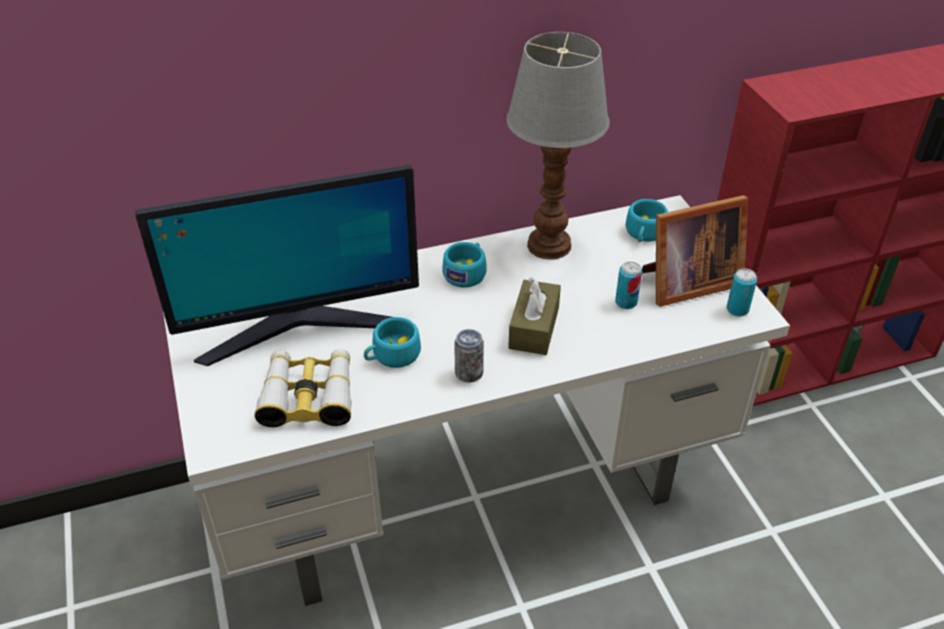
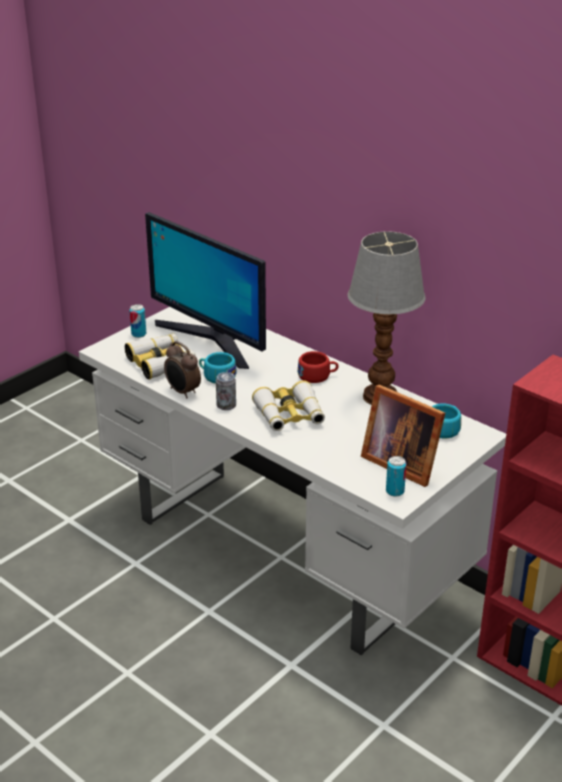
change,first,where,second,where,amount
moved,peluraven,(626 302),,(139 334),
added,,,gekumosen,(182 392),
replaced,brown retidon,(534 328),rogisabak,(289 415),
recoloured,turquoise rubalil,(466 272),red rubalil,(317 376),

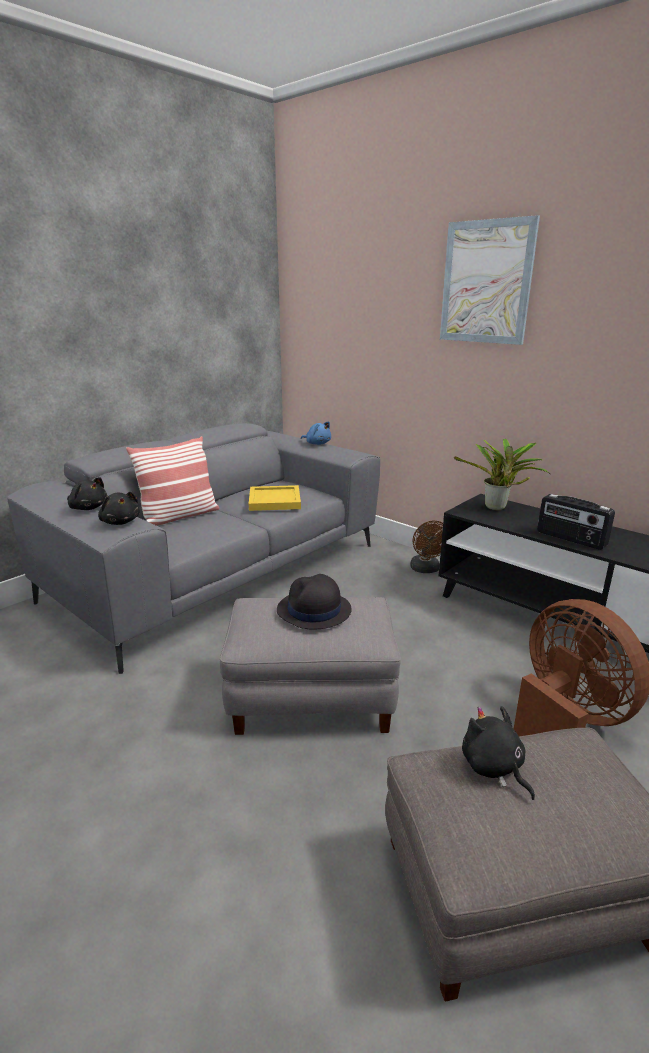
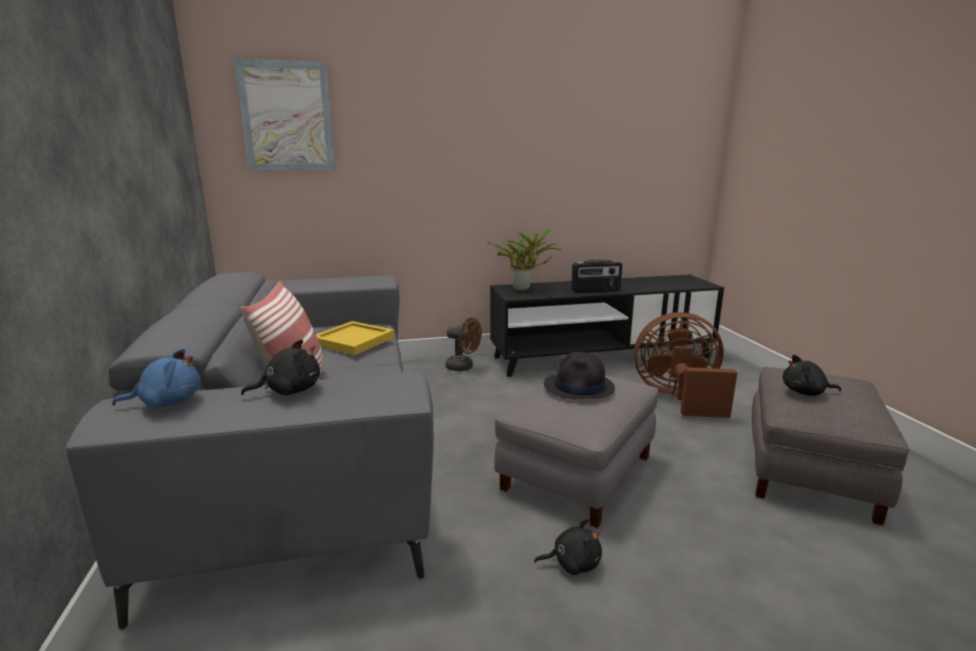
change,first,where,second,where,amount
moved,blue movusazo,(317 443),,(167 402),
moved,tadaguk,(486 282),,(287 117),
moved,black movusazo,(120 522),,(572 563),

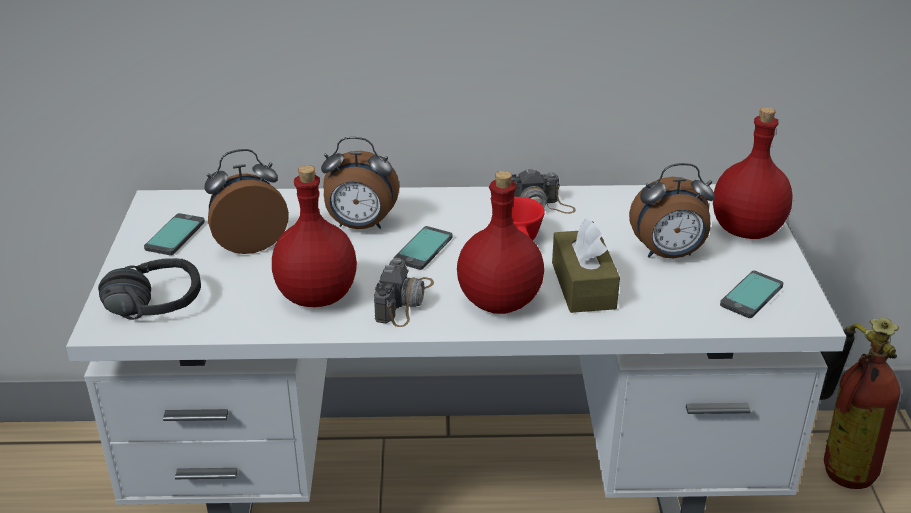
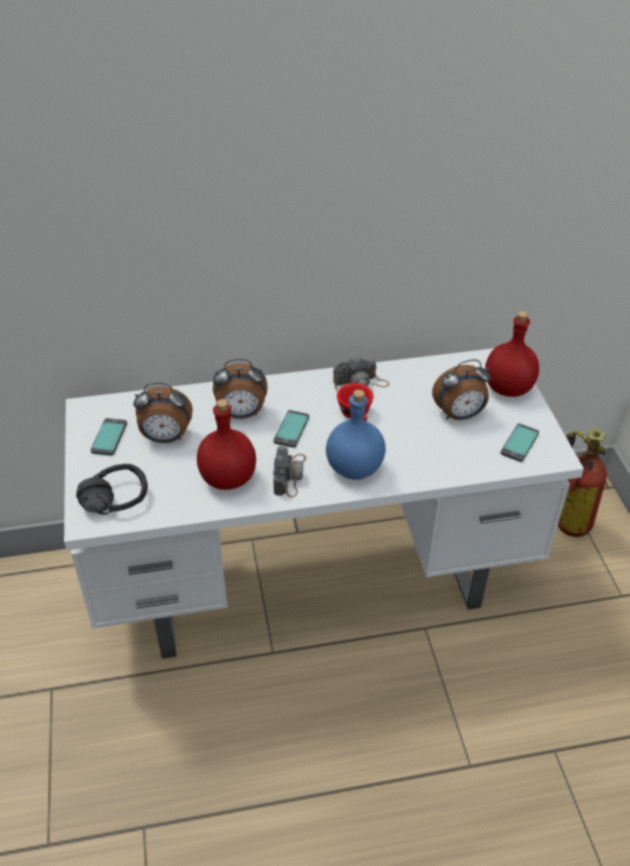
change,first,where,second,where,amount
turned,gekumosen,(249 243),,(166 438),150 degrees counterclockwise
recoloured,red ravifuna,(500 303),blue ravifuna,(355 469),
removed,brown retidon,(583 285),,,

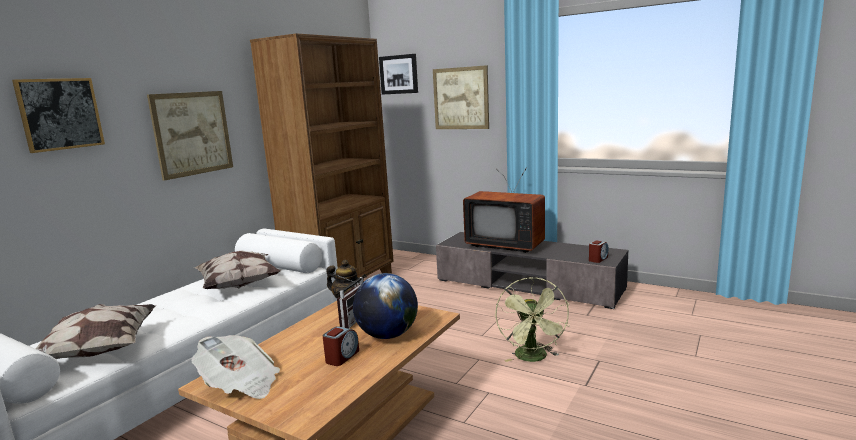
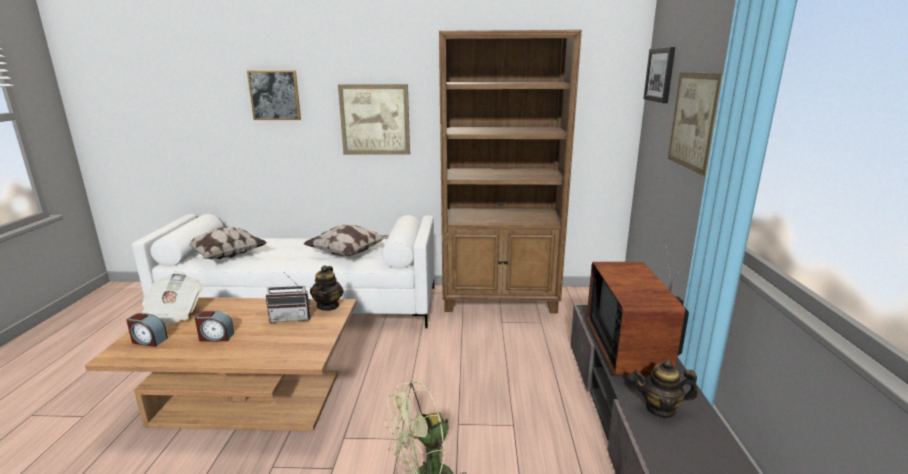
change,first,where,second,where,amount
moved,gekumosen,(598 259),,(149 340),
added,,,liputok,(660 409),
removed,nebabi,(387 335),,,

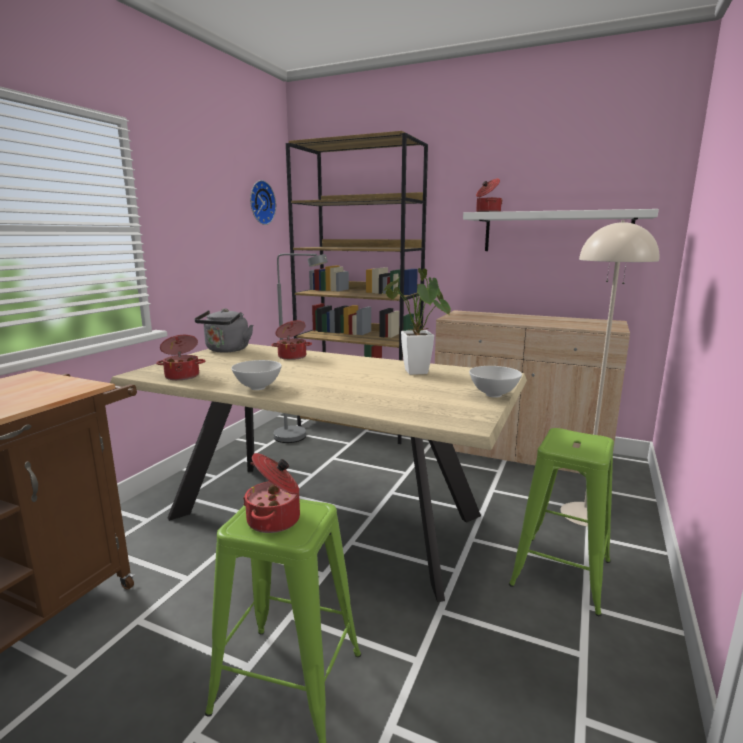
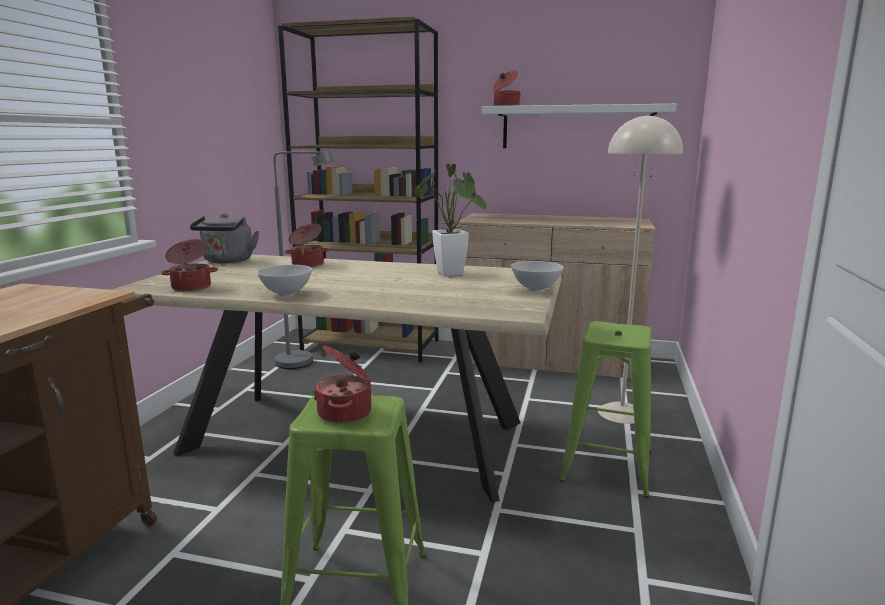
change,first,where,second,where,amount
removed,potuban,(260 202),,,

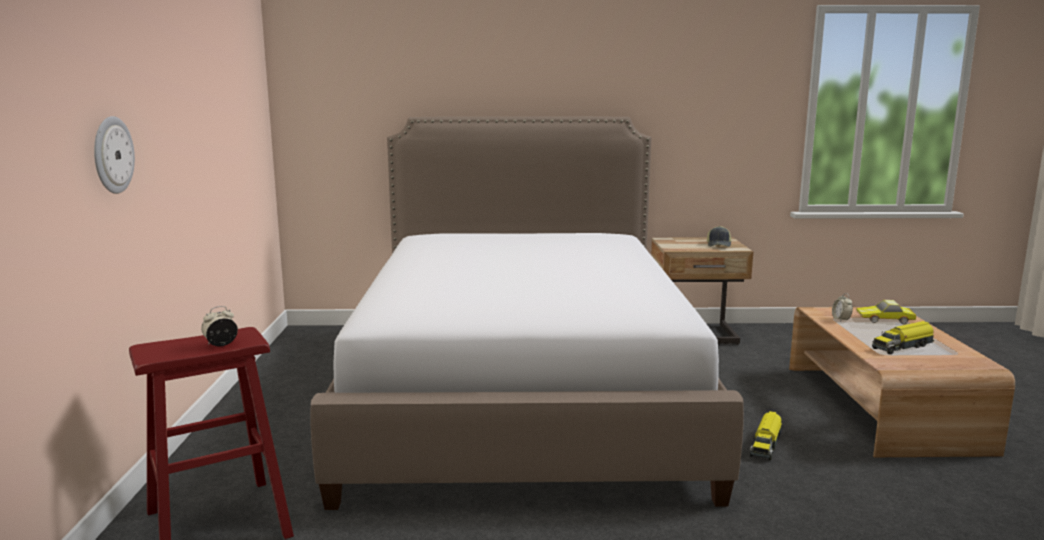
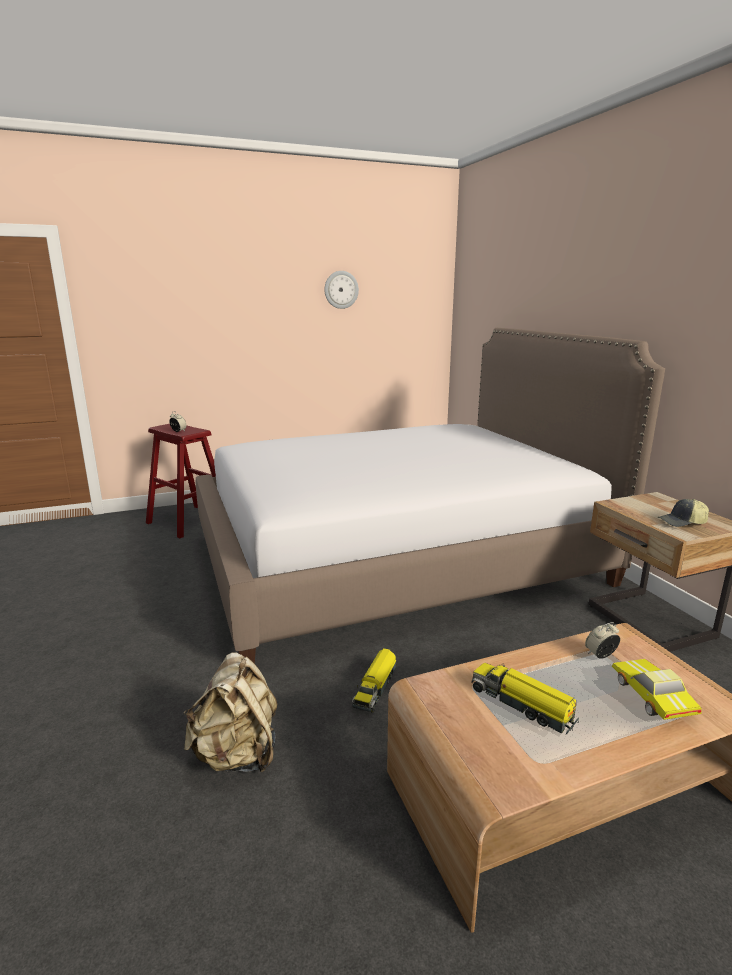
change,first,where,second,where,amount
added,,,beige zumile,(237 755),
moved,potuban,(112 155),,(341 289),
turned,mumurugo,(766 444),,(375 687),75 degrees counterclockwise

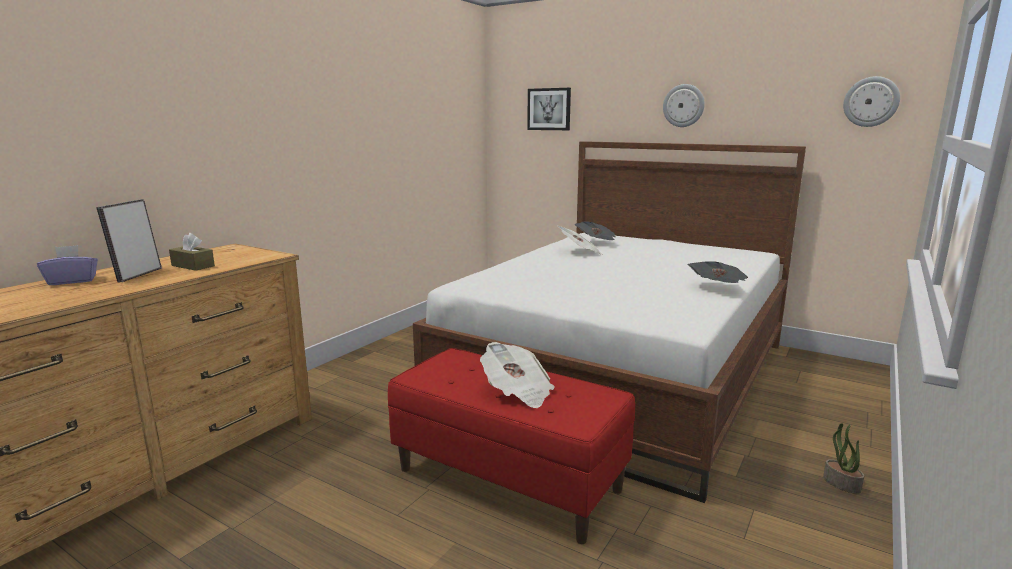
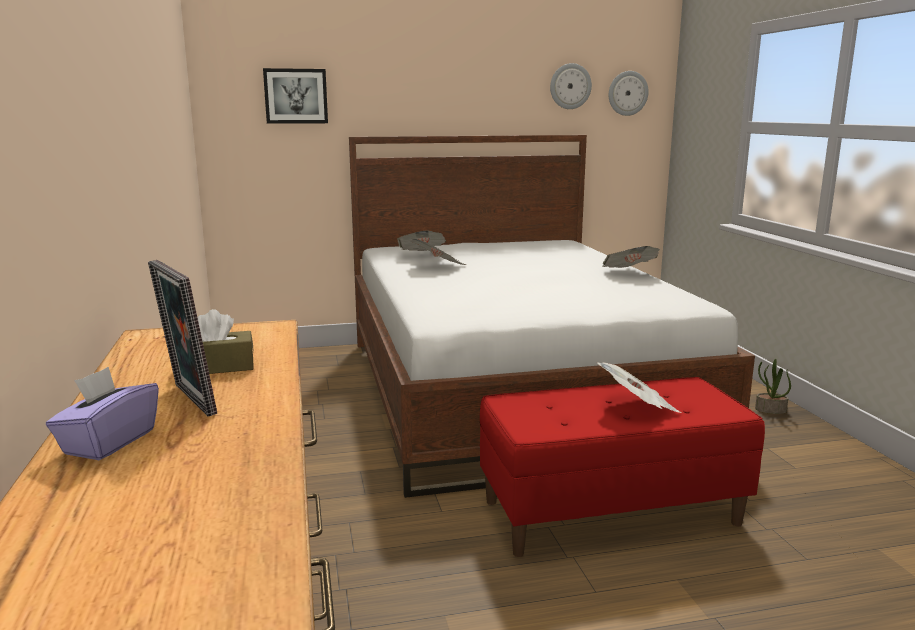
change,first,where,second,where,amount
moved,potuban,(683 105),,(570 86),

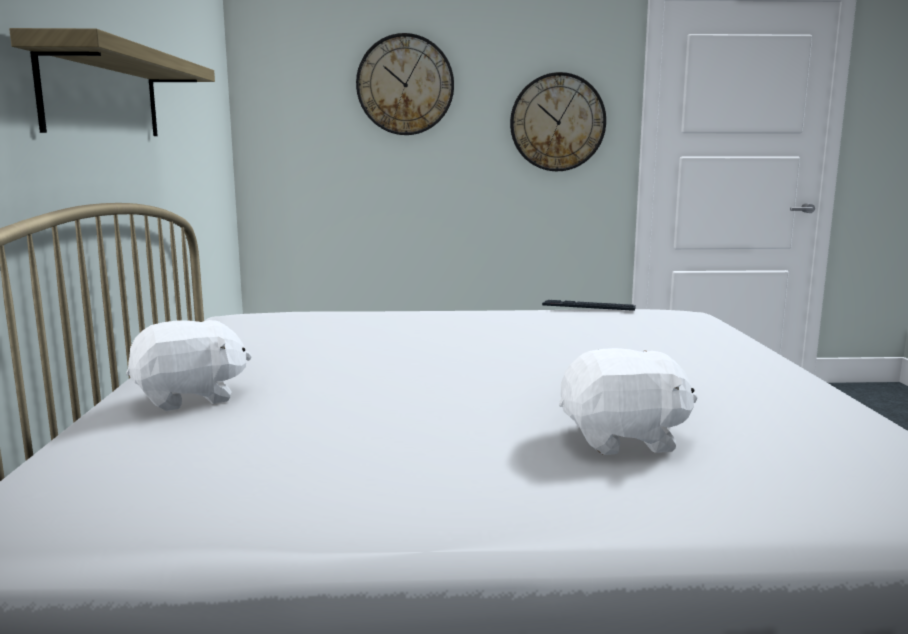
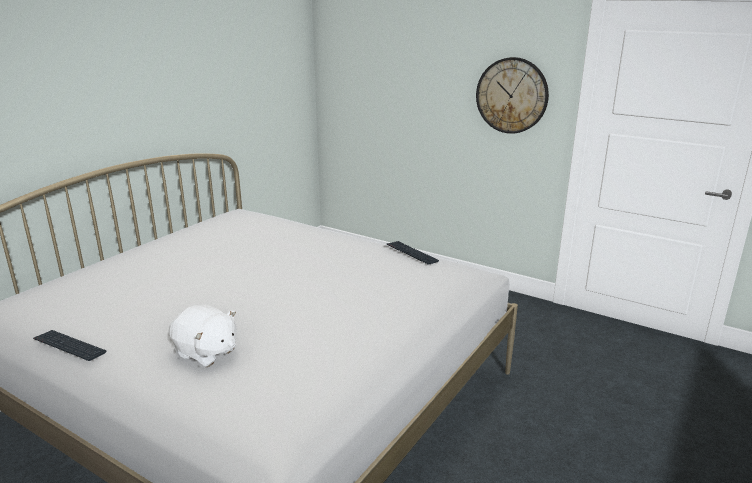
change,first,where,second,where,amount
added,,,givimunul,(69 346),
removed,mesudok,(103 94),,,
removed,white movusazo,(190 398),,,
removed,potuban,(405 85),,,

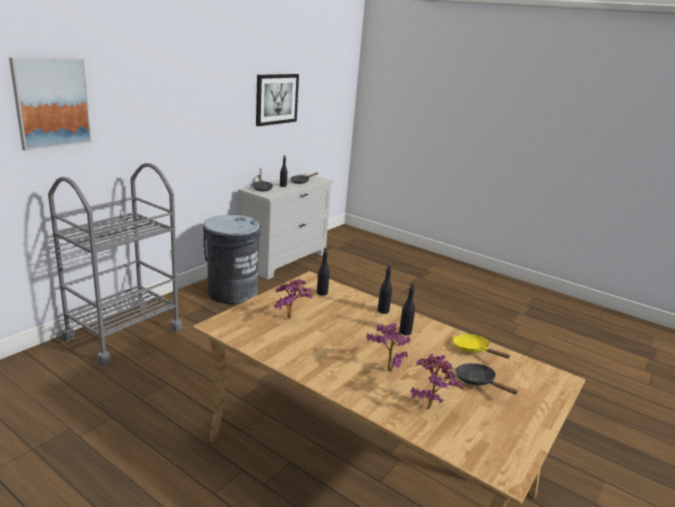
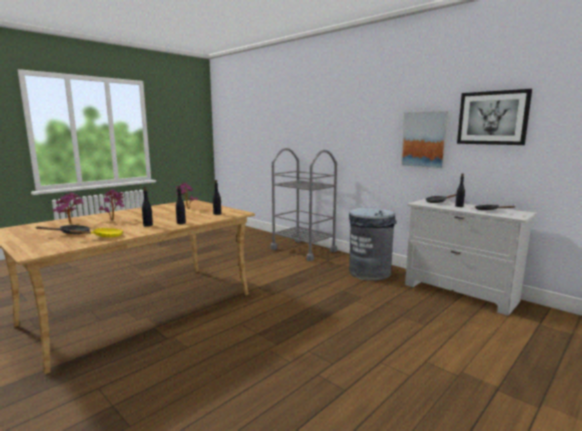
change,first,where,second,where,amount
moved,tadaguk,(52 103),,(424 140),

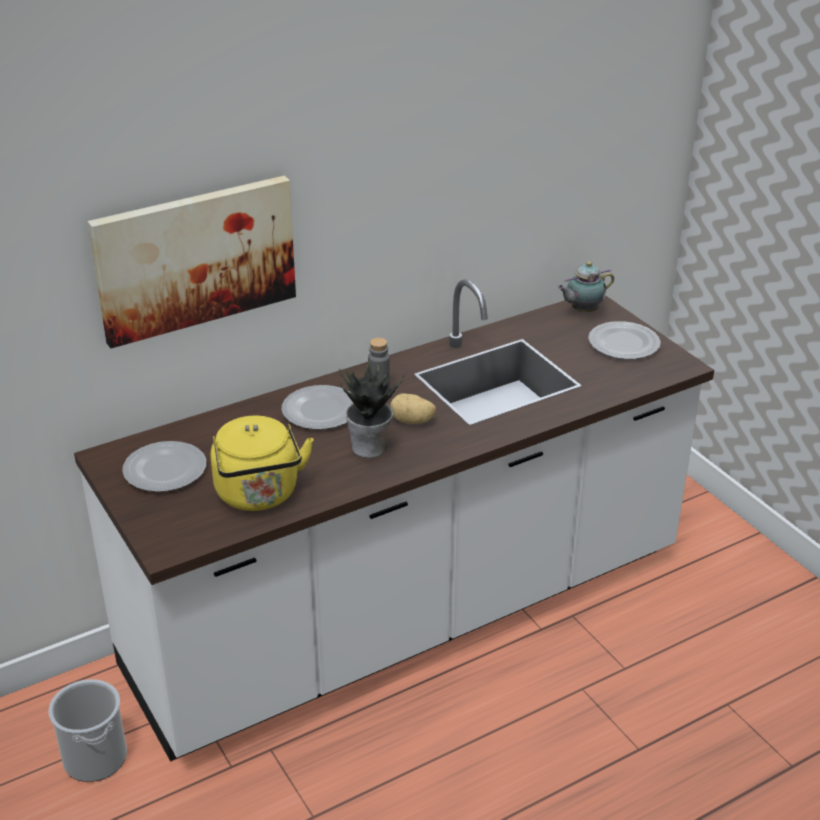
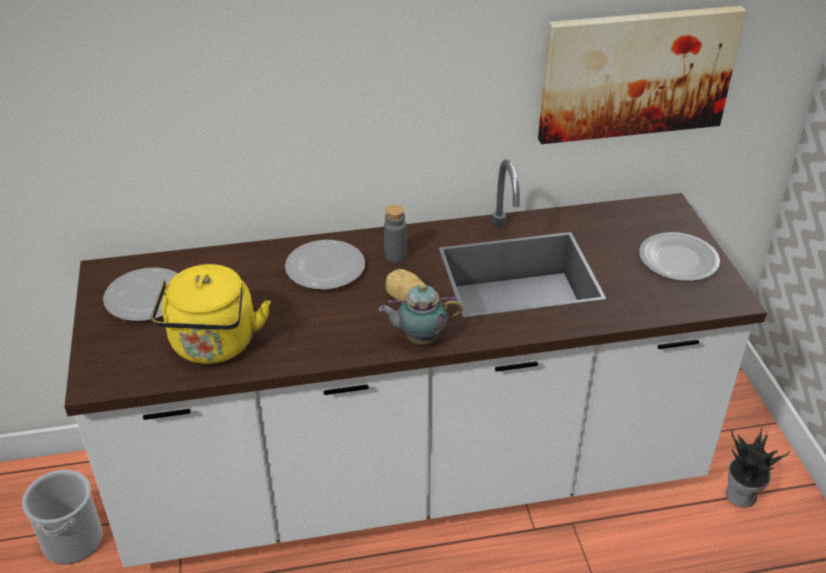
change,first,where,second,where,amount
moved,liputok,(582 311),,(419 338),
moved,tadaguk,(195 258),,(636 73),
moved,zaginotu,(370 448),,(741 496),

